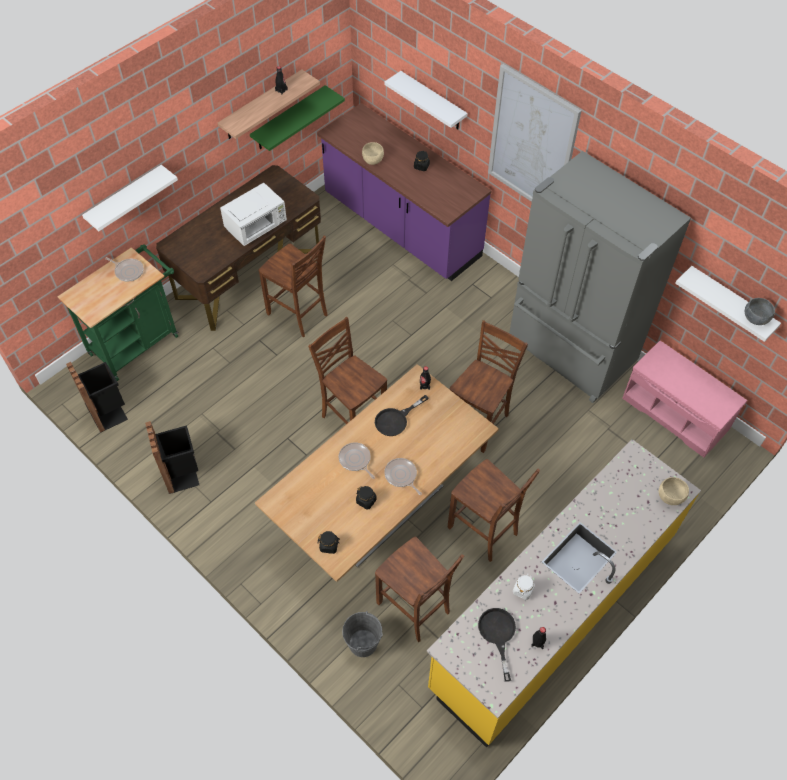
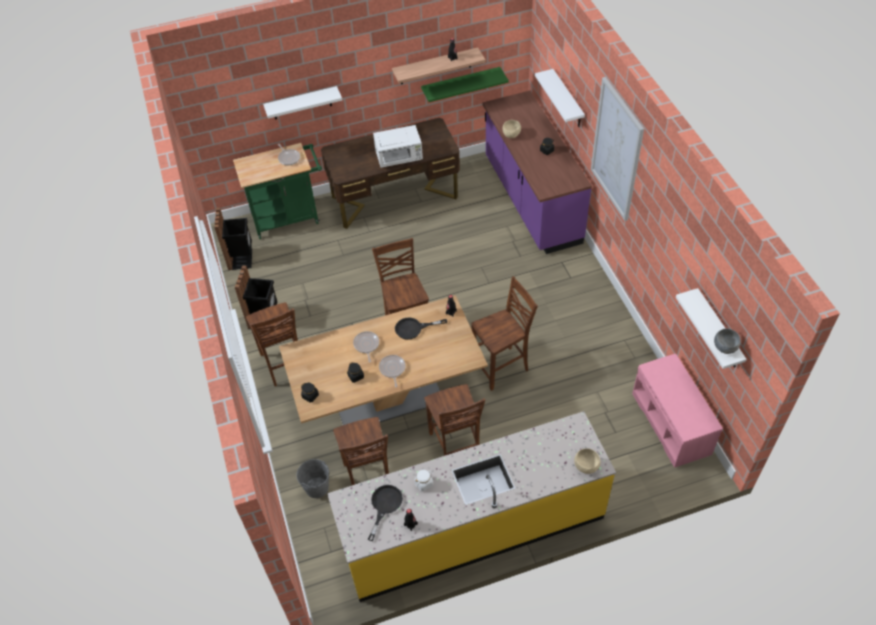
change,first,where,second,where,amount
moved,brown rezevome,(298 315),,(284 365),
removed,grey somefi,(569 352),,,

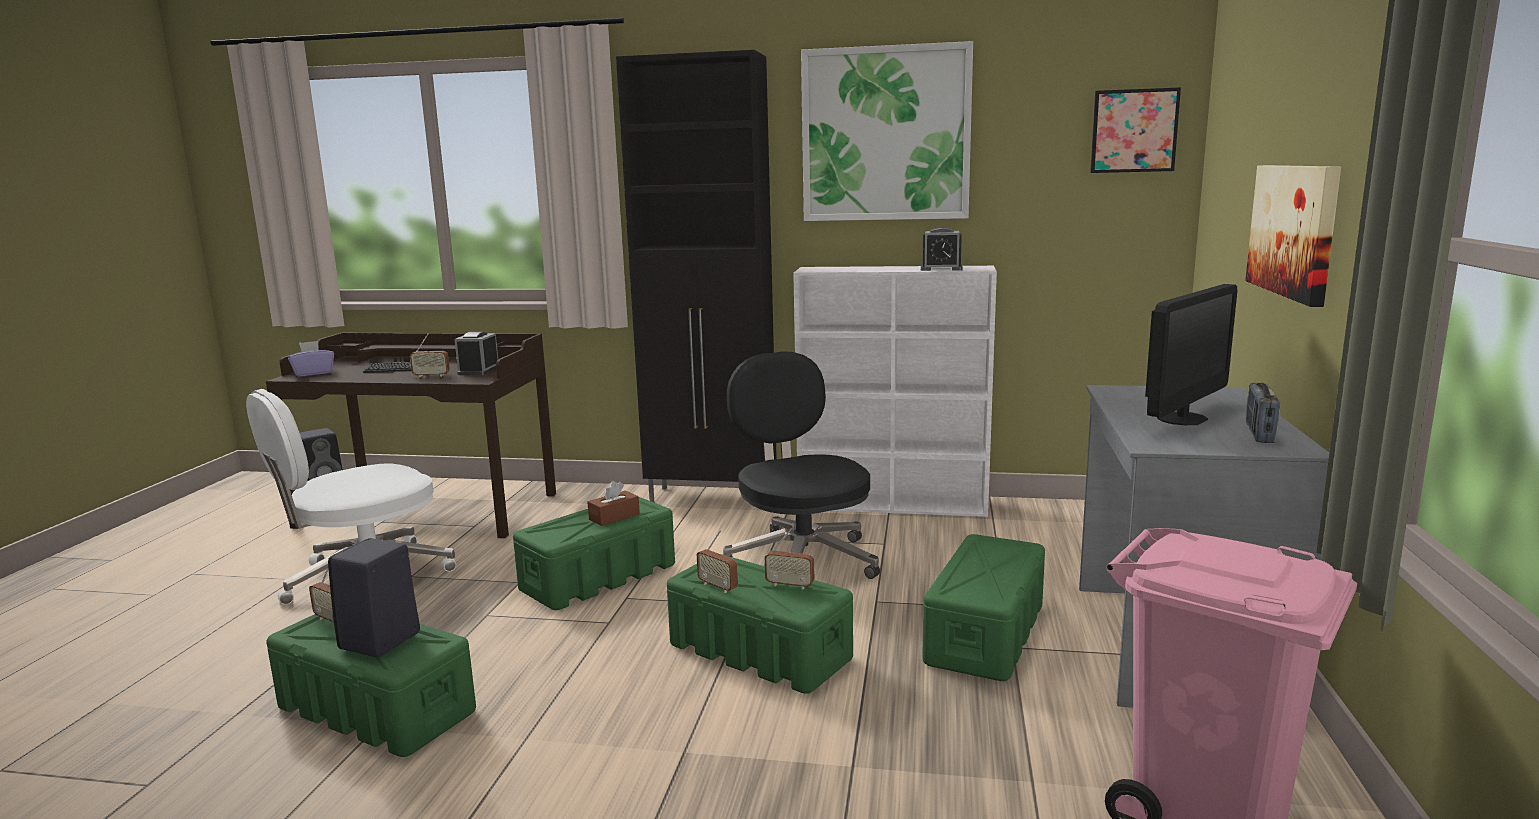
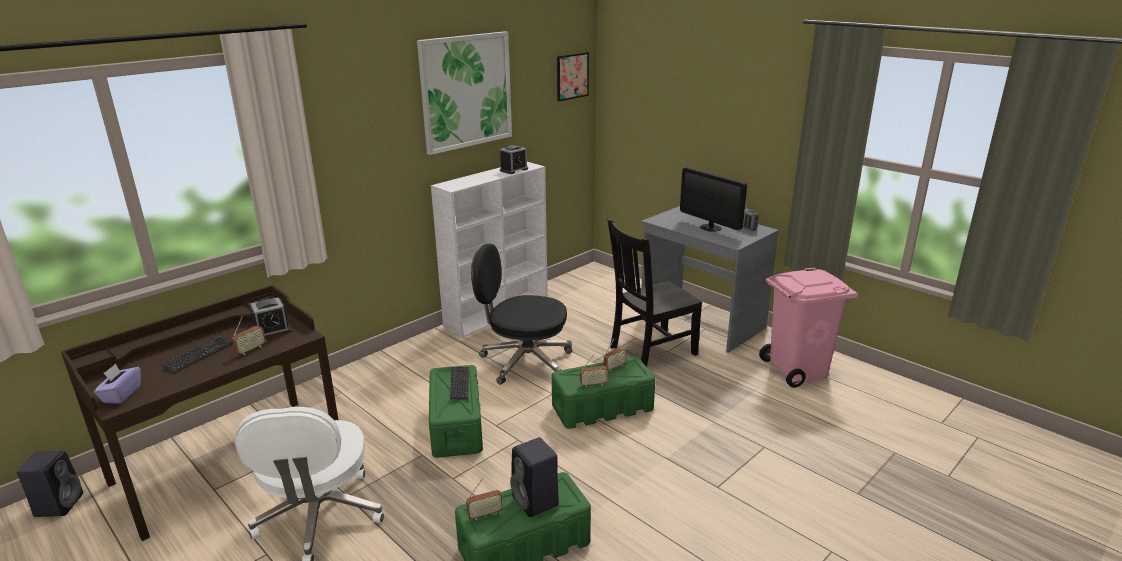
change,first,where,second,where,amount
turned,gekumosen,(479 370),,(272 331),75 degrees counterclockwise
replaced,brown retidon,(614 517),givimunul,(459 384),
replaced,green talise,(985 633),black rezevome,(650 351),
turned,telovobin,(1182 419),,(710 227),150 degrees clockwise
removed,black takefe,(713 498),,,
removed,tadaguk,(1294 230),,,

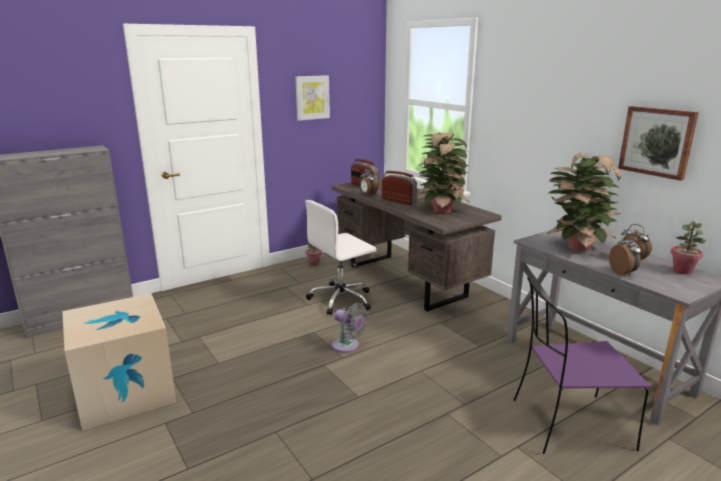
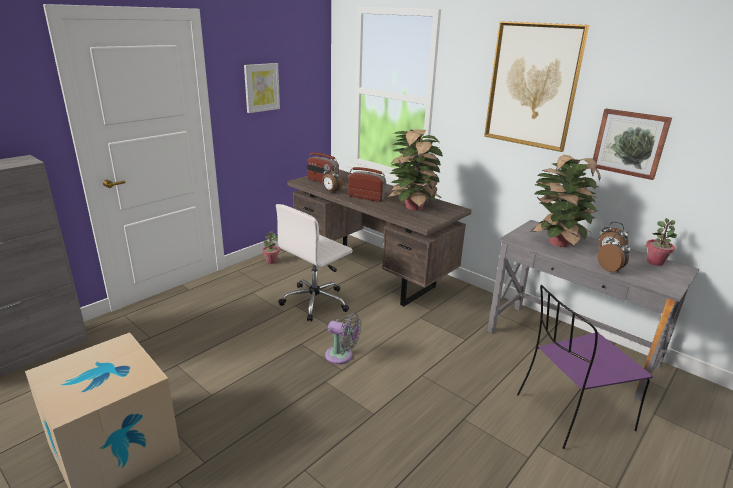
change,first,where,second,where,amount
added,,,tadaguk,(532 85),

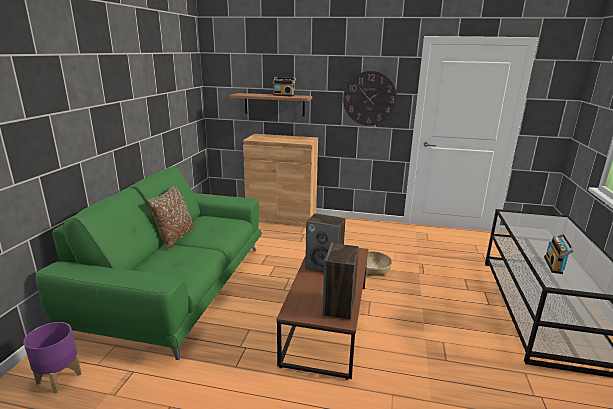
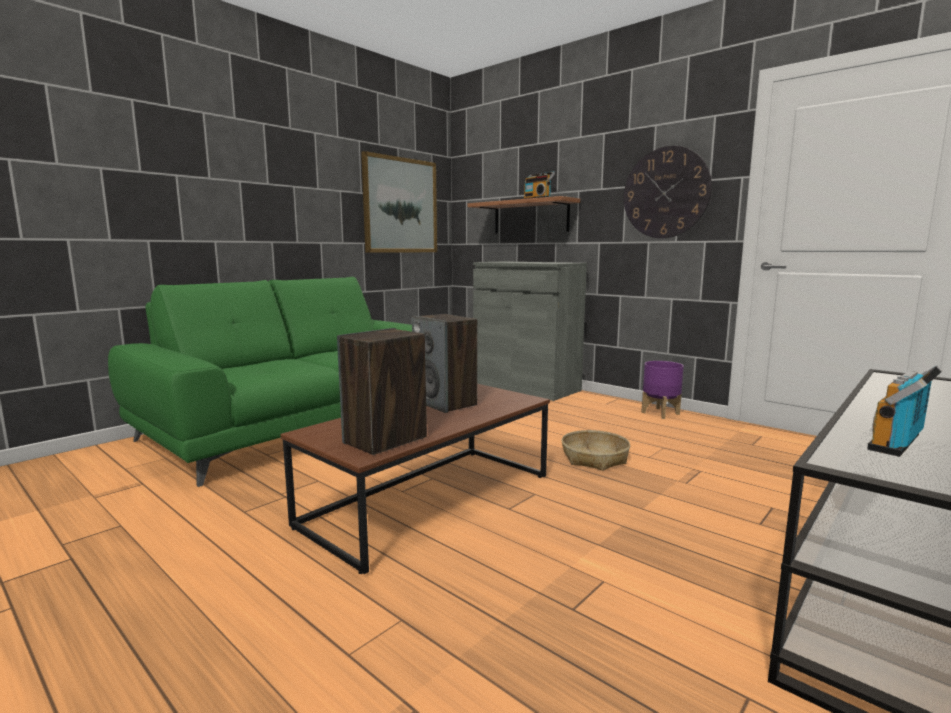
change,first,where,second,where,amount
added,,,tadaguk,(400 205),
recoloured,brown takefe,(281 217),grey takefe,(526 387),
moved,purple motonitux,(59 378),,(660 413),
removed,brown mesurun,(176 238),,,

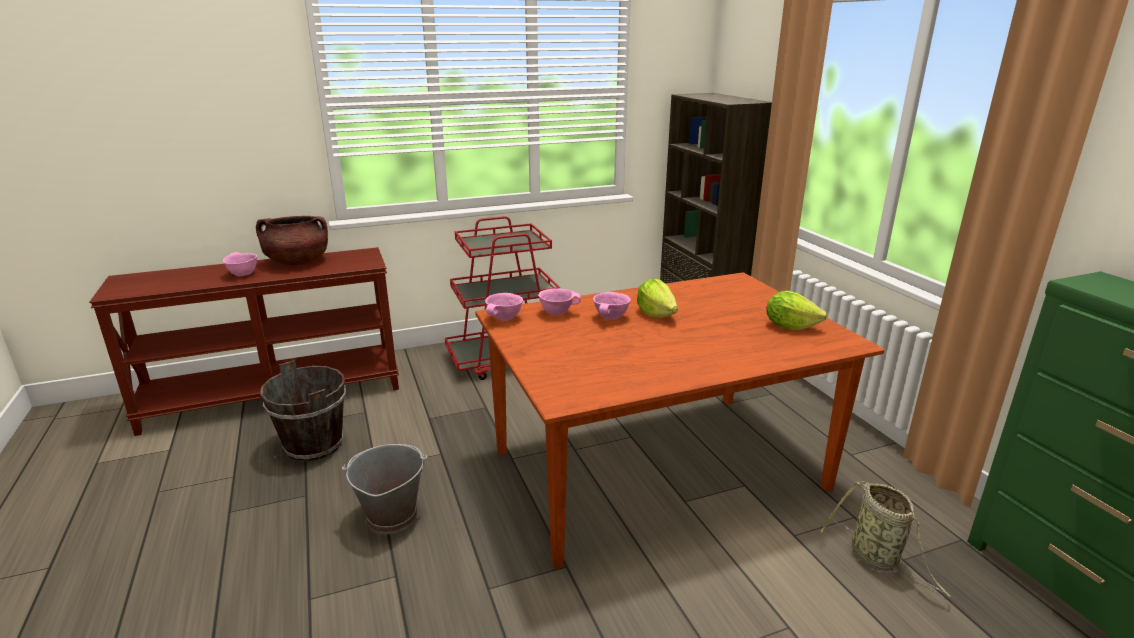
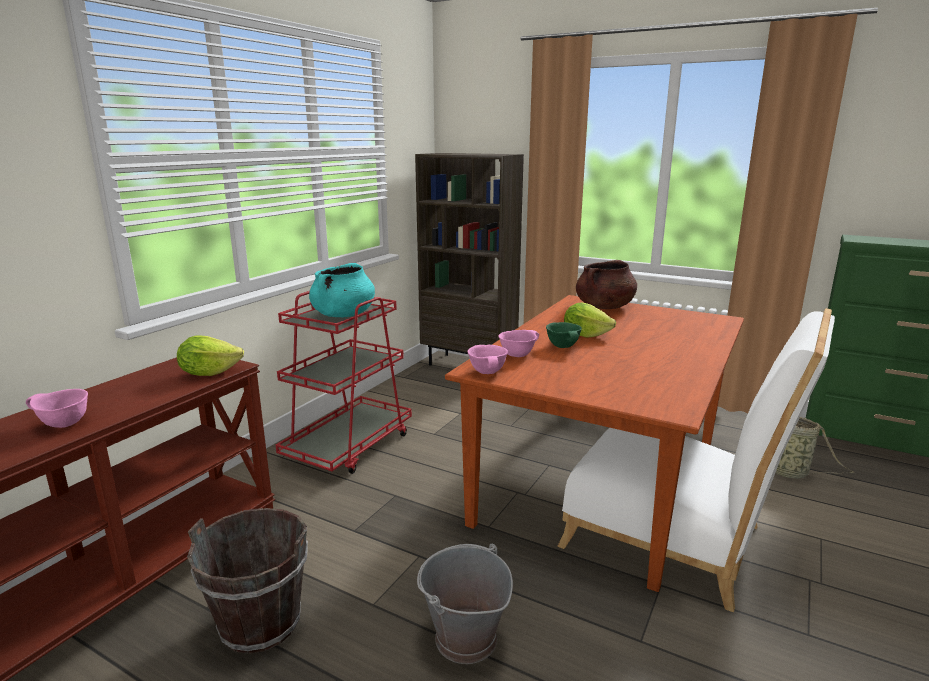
change,first,where,second,where,amount
moved,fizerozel,(790 326),,(209 373),
added,,,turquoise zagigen,(343 315),
recoloured,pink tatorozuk,(611 318),green tatorozuk,(564 346),
added,,,white rezevome,(674 541),
moved,brown zagigen,(297 262),,(604 307),

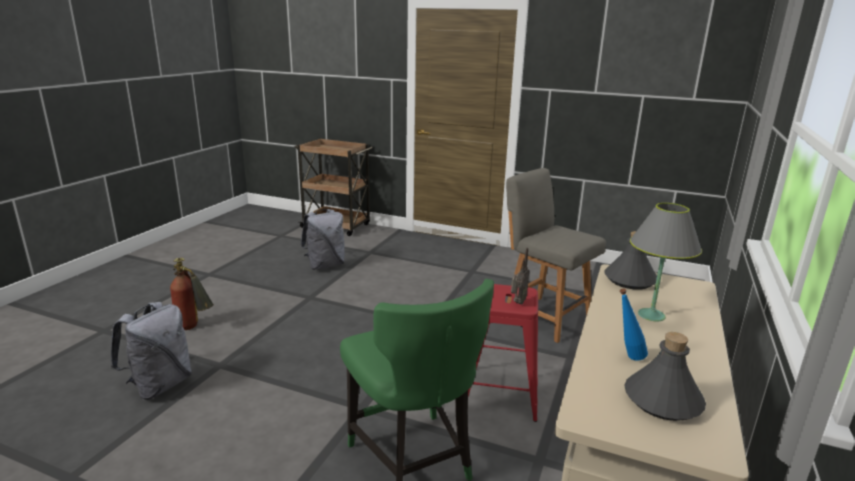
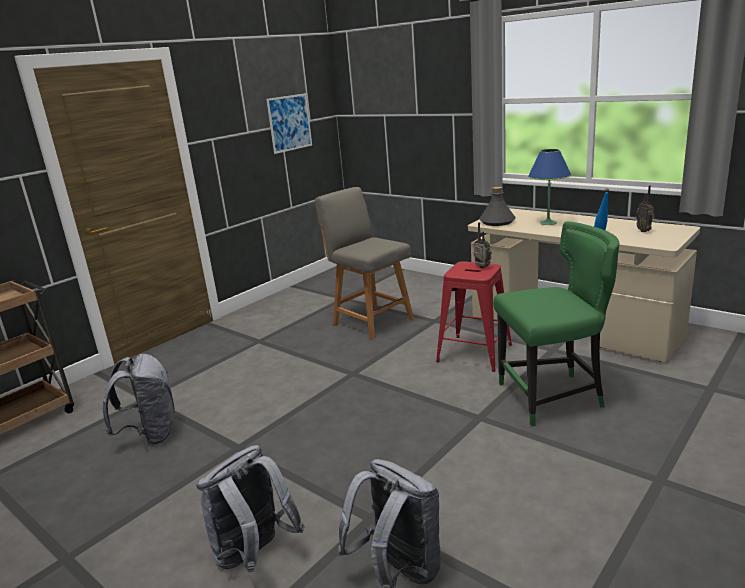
change,first,where,second,where,amount
replaced,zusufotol,(194 327),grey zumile,(254 555),
added,,,tadaguk,(289 123),
turned,grey rezevome,(544 317),,(371 321),75 degrees clockwise
recoloured,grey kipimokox,(651 315),blue kipimokox,(548 223),
replaced,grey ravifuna,(662 401),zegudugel,(644 231),

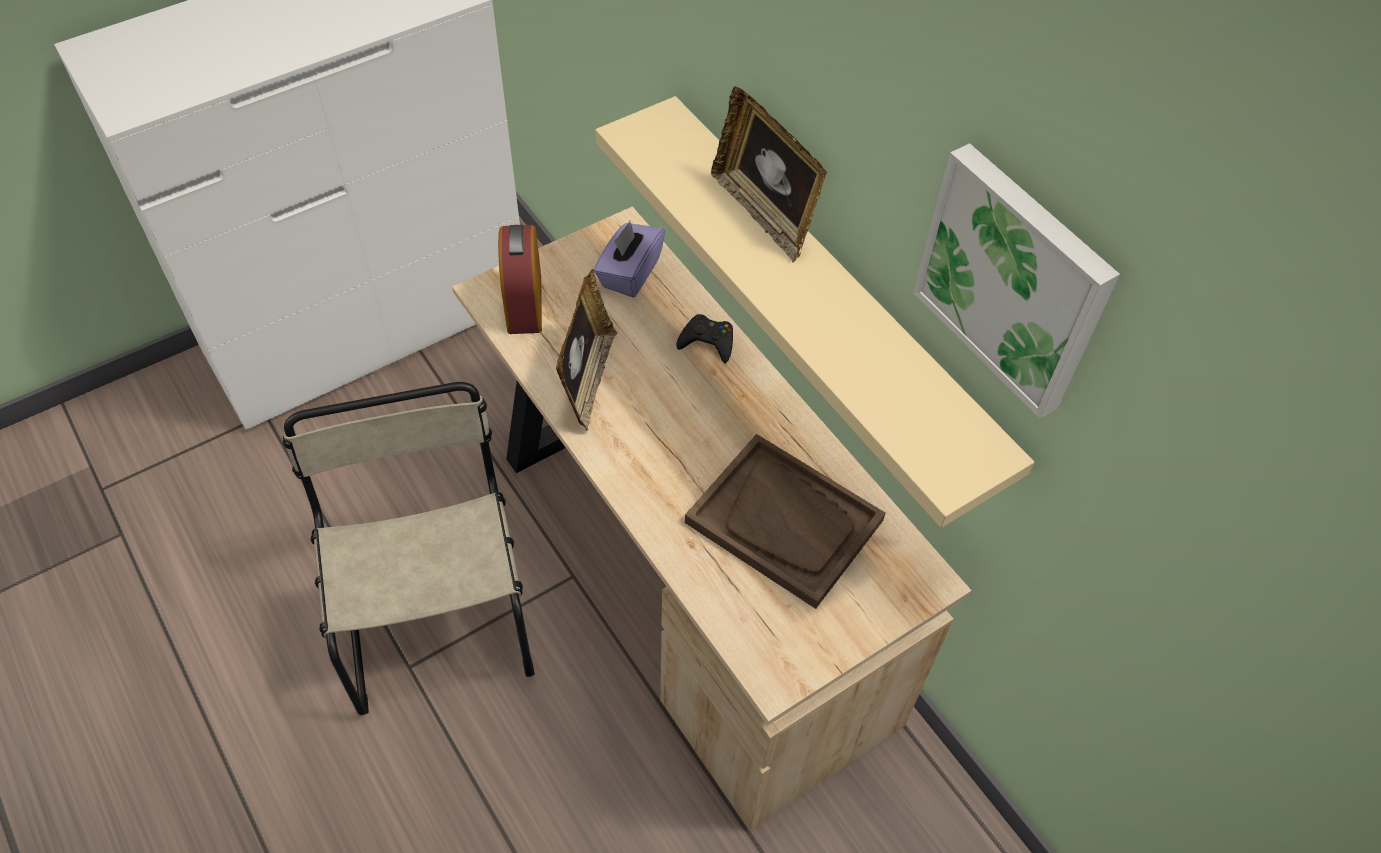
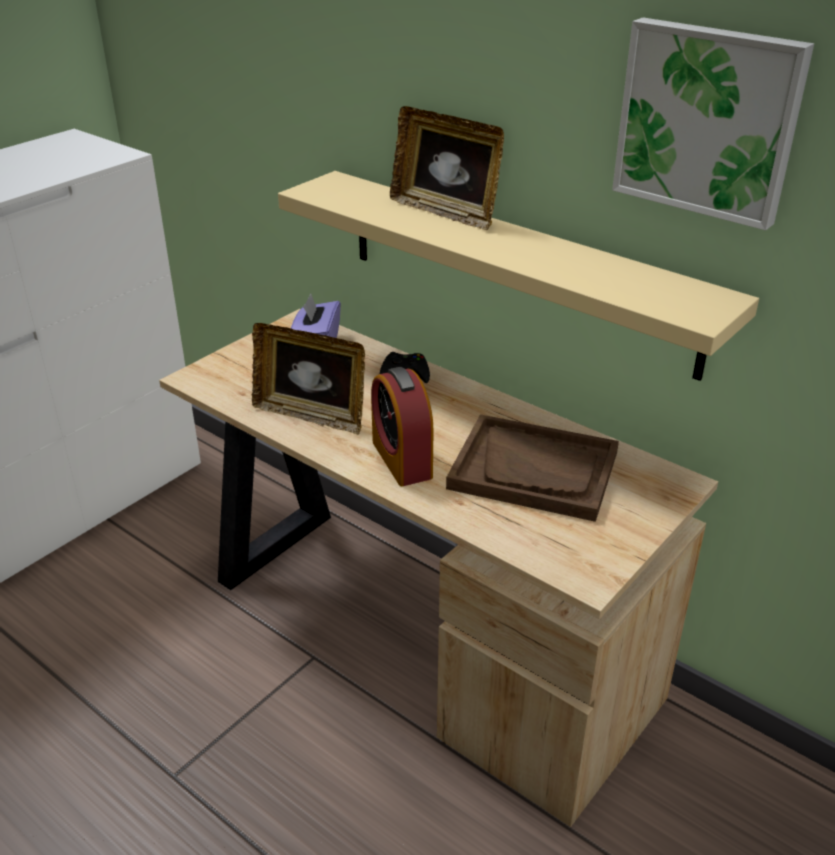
change,first,where,second,where,amount
turned,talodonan,(588 380),,(311 415),120 degrees clockwise
moved,gekumosen,(524 303),,(402 459),
removed,beige rezevome,(436 613),,,

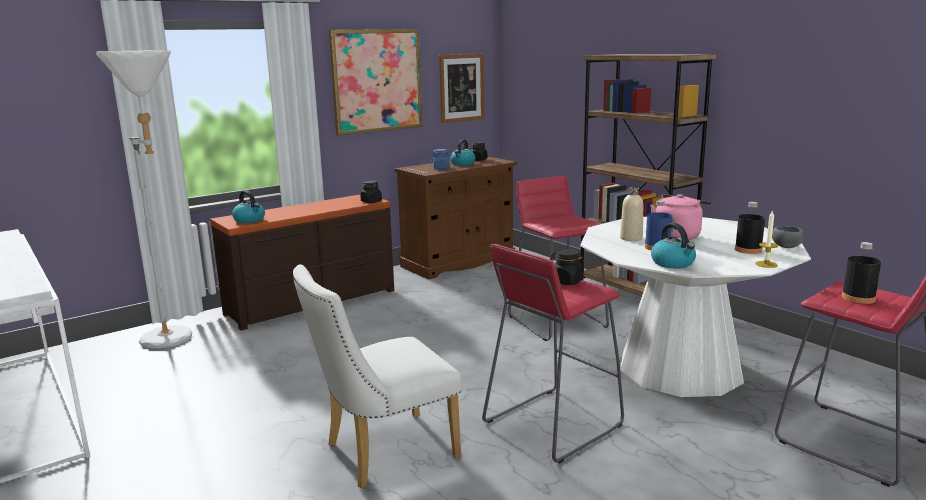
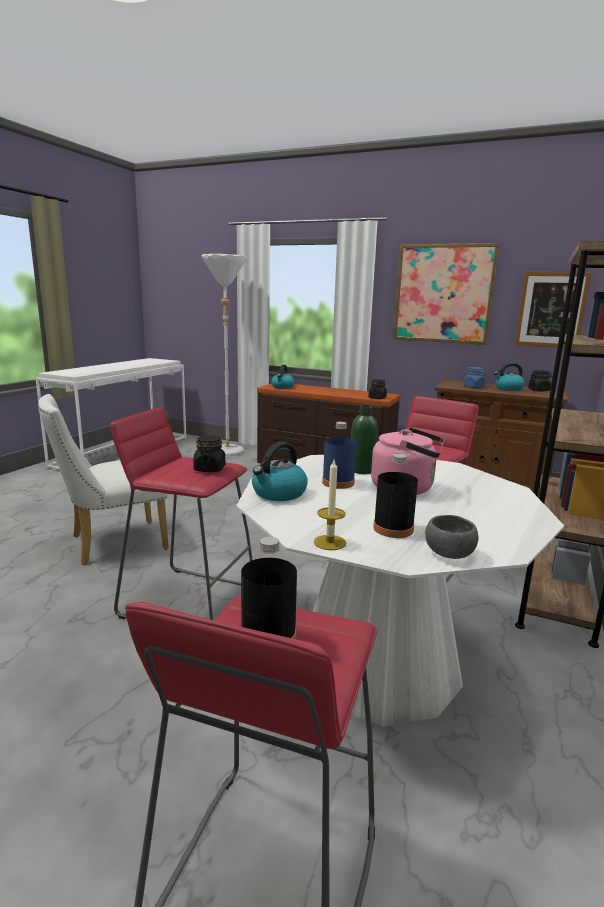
change,first,where,second,where,amount
turned,white rezevome,(382 453),,(111 543),60 degrees counterclockwise
recoloured,beige ravifuna,(631 238),green ravifuna,(361 470),

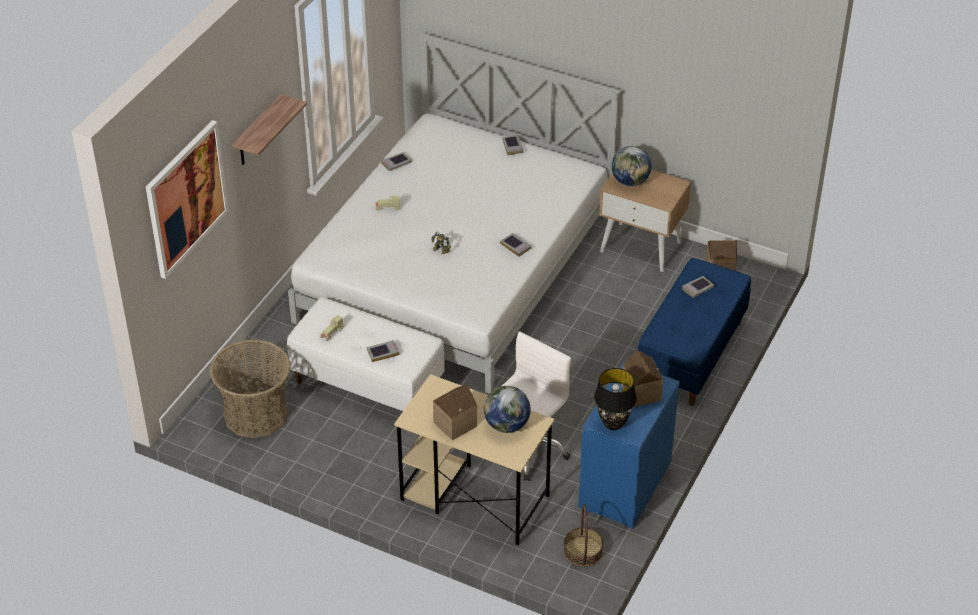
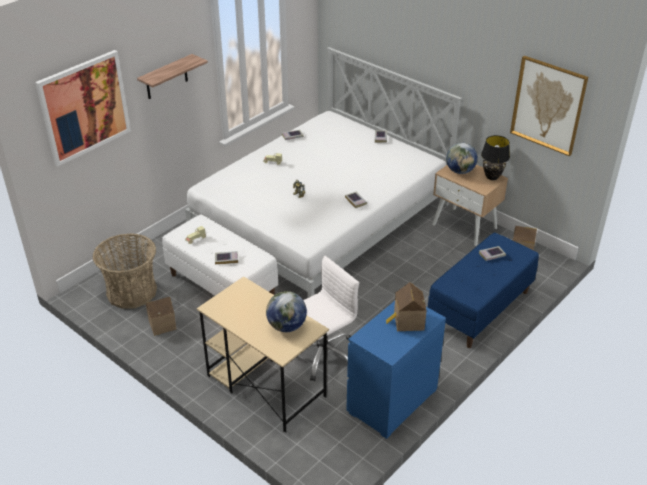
change,first,where,second,where,amount
moved,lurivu,(453 423),,(162 324),
moved,black kipimokox,(613 423),,(492 177),
added,,,tadaguk,(548 105),
removed,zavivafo,(583 551),,,

